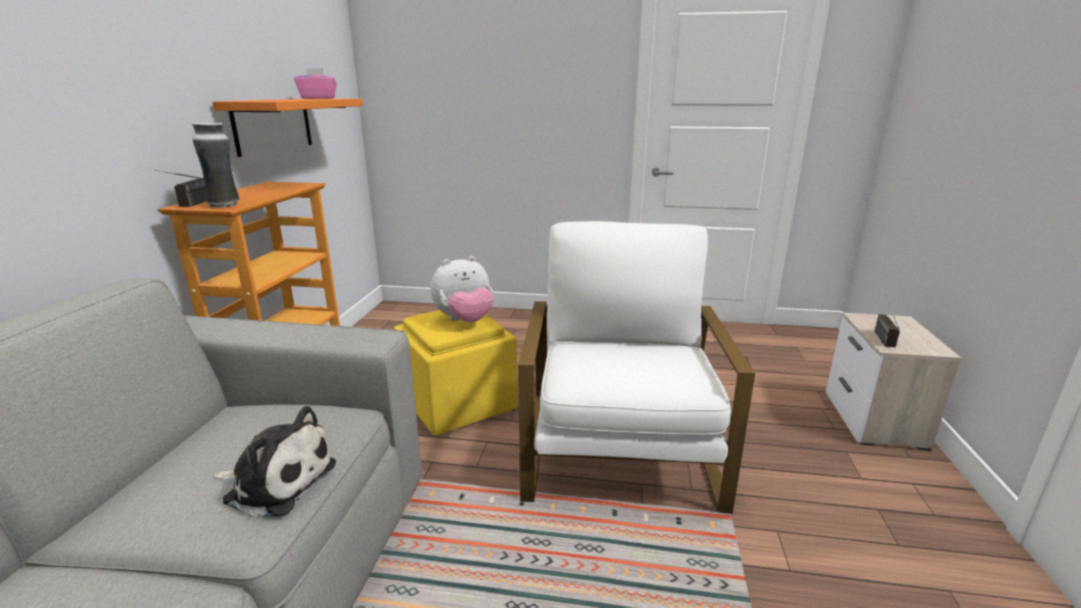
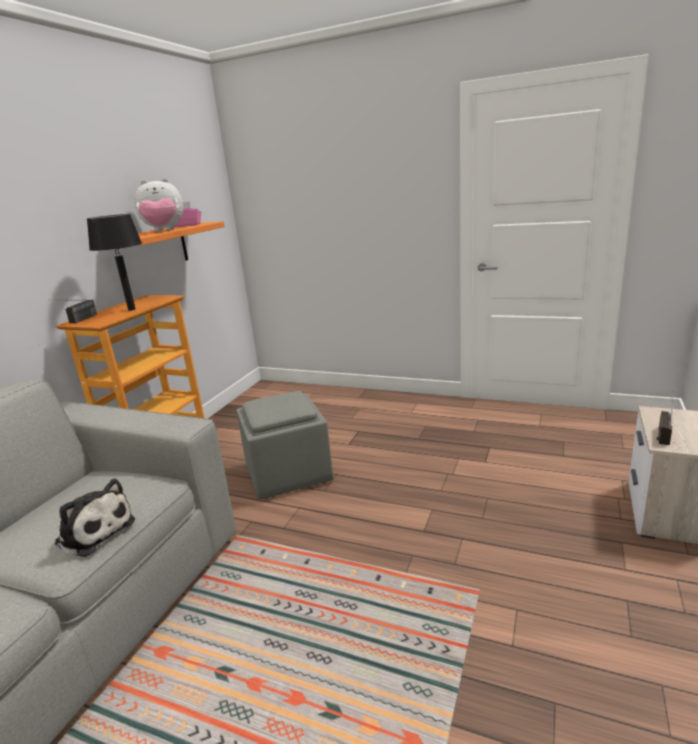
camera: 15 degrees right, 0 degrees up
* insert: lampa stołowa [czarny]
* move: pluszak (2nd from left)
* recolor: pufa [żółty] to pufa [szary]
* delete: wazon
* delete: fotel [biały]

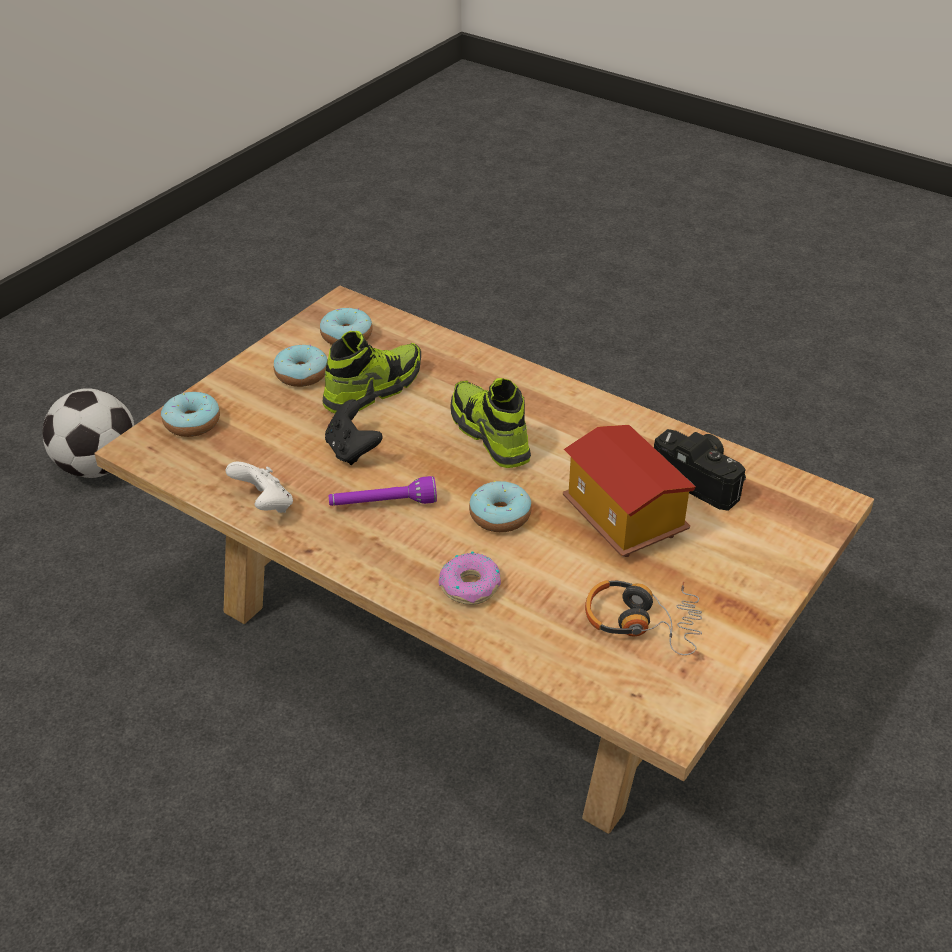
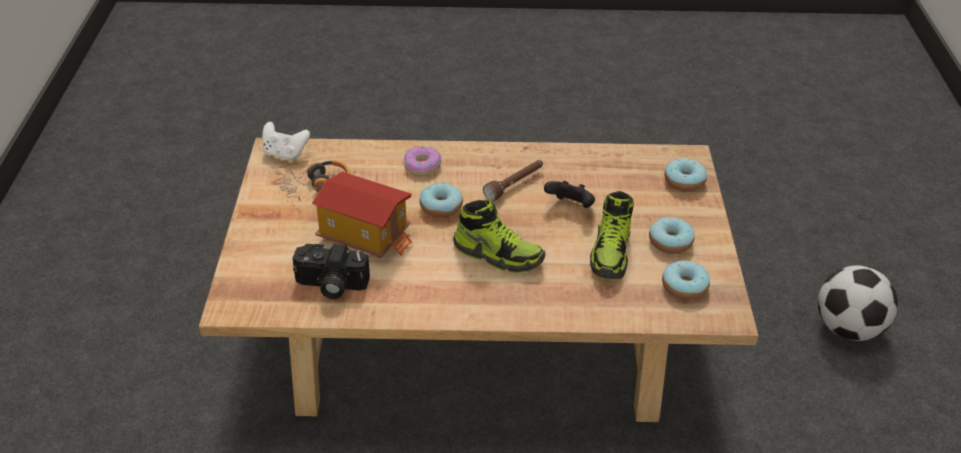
camera: 145 degrees right, 0 degrees up
* move: pad do gier [biały]
* recolor: latarka [fioletowy] to latarka [brązowy]

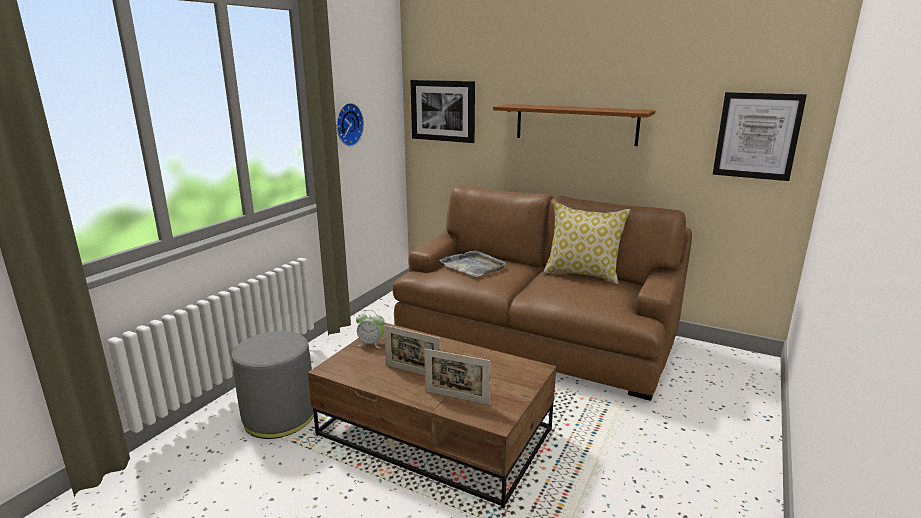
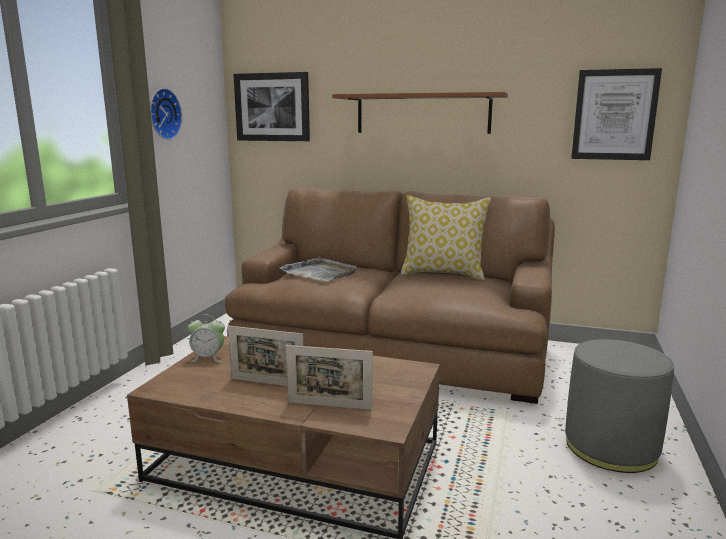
camera: 10 degrees left, 5 degrees down
* move: pufa [szary]

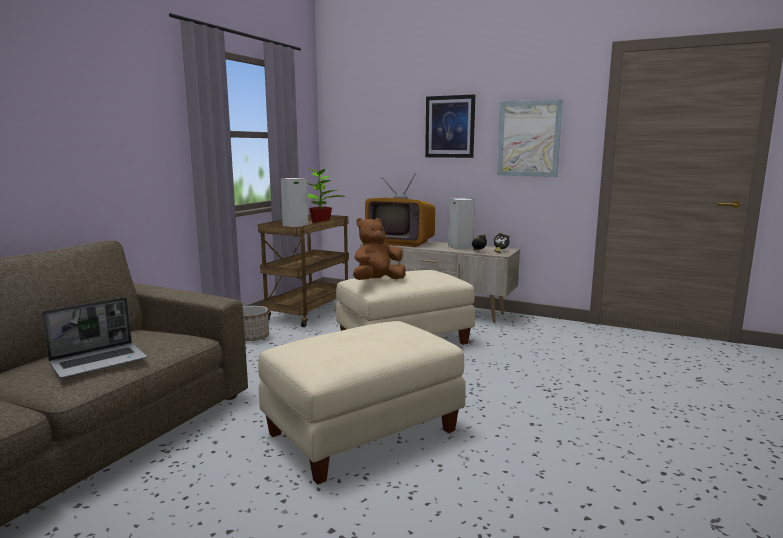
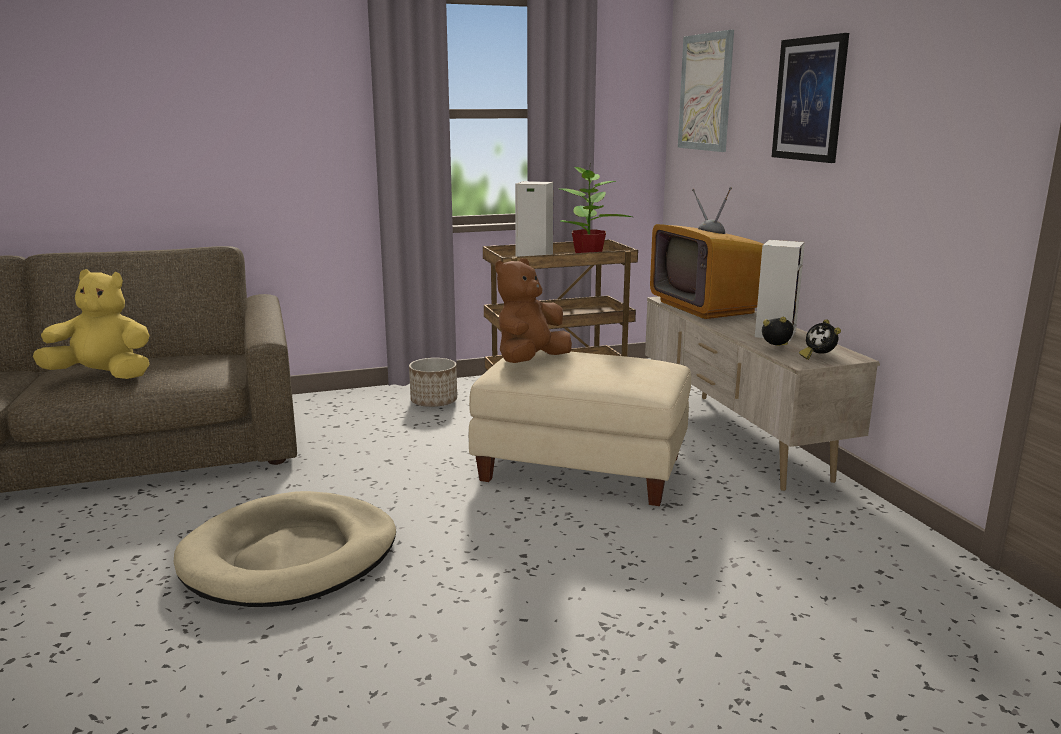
camera: 45 degrees right, 5 degrees up
* replace: laptop to pluszak [żółty]
* replace: pufa [beżowy] (1st from left) to legowisko [beżowy]
* rotate: pluszak [brązowy] 60 degrees counterclockwise
* move: obraz (2nd from left in the first image) to obraz (1st from left)

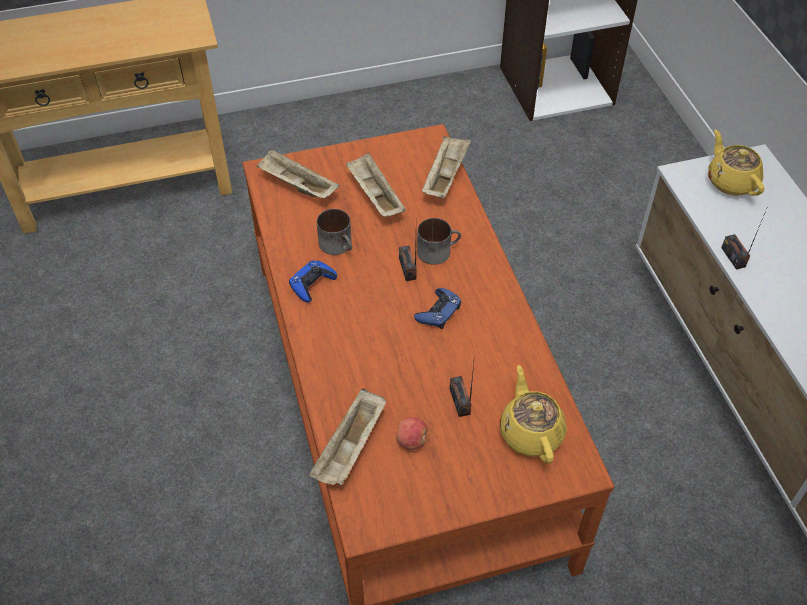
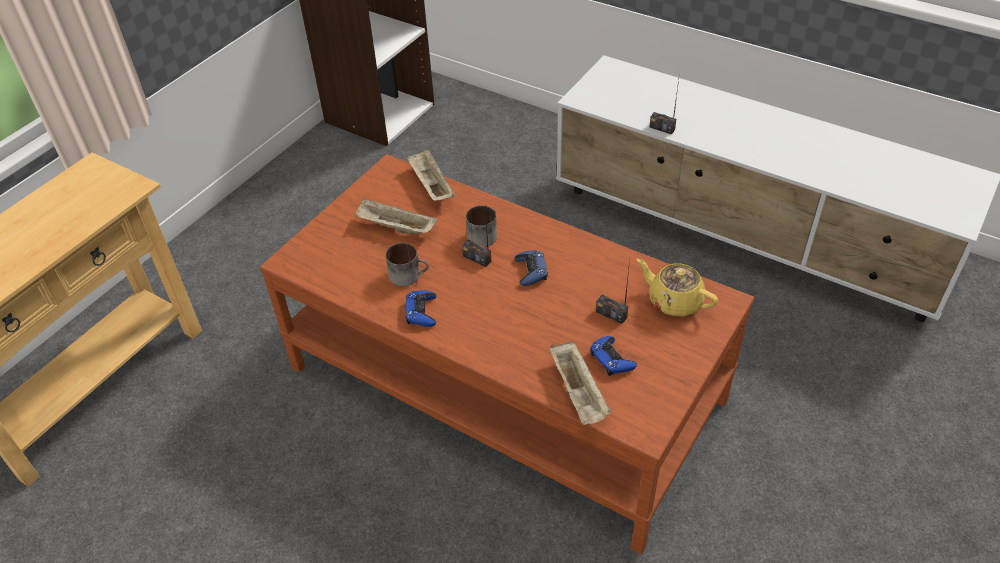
camera: 40 degrees left, 5 degrees down
* replace: jabłko to pad do gier [niebieski] (3rd from left)
* delete: taca [beżowy] (1st from left)
* delete: imbryk [żółty] (2nd from left)

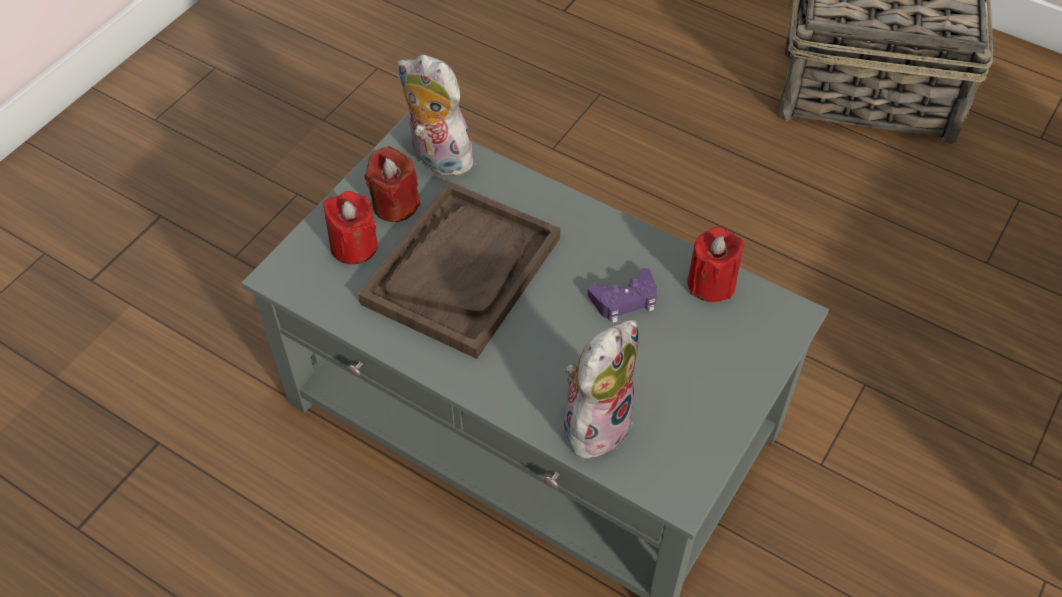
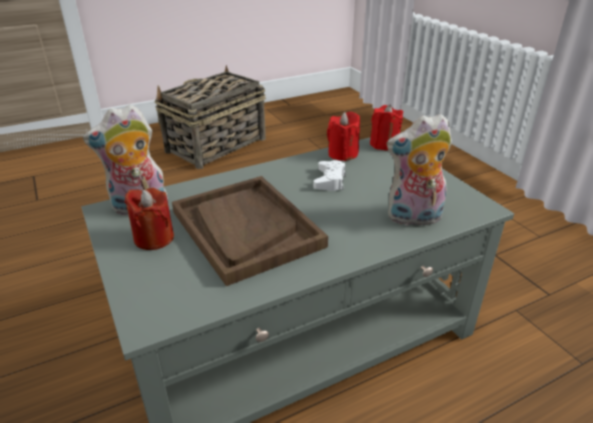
camera: 60 degrees left, 20 degrees down
* recolor: pad do gier [fioletowy] to pad do gier [biały]
* move: świeca [czerwony] (1st from left in the first image) to świeca [czerwony] (3rd from left)
* rotate: pluszak (2nd from left) 75 degrees counterclockwise

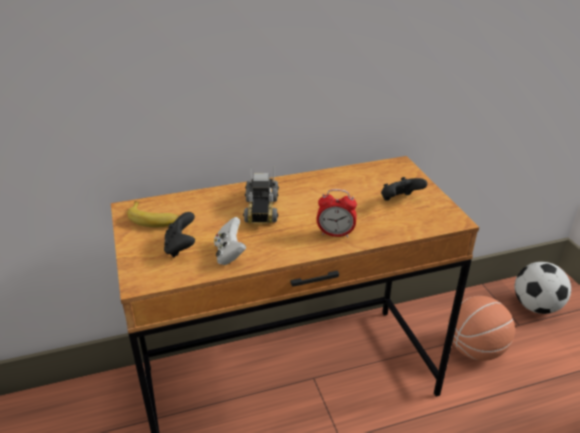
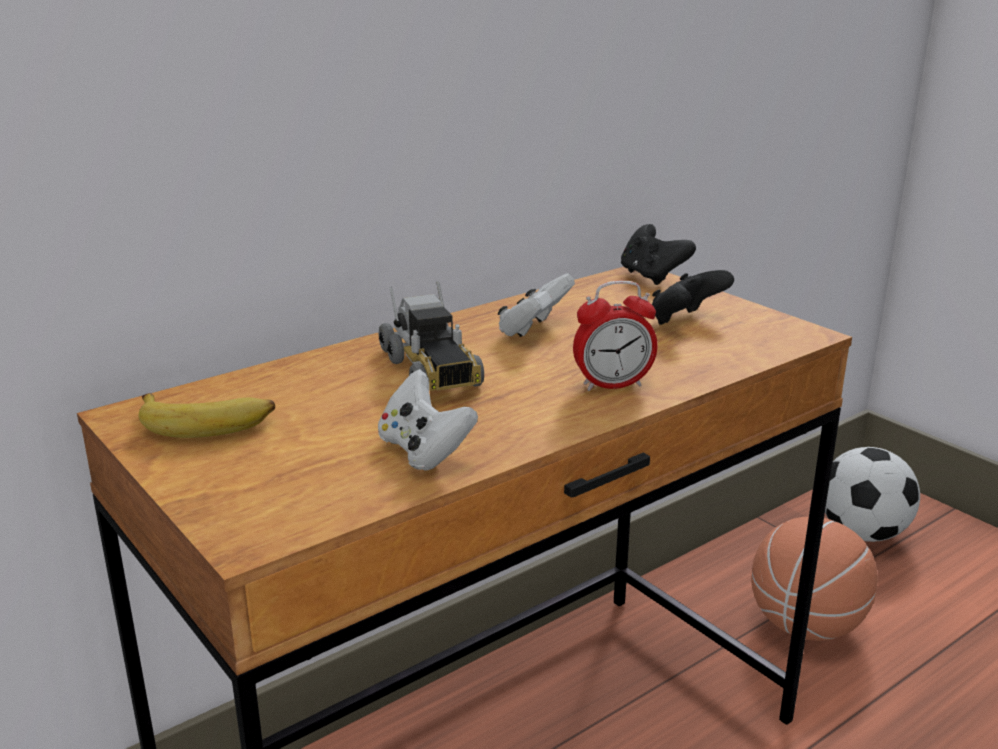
camera: 20 degrees left, 10 degrees down
* insert: pad do gier [biały] (2nd from left)
* move: pad do gier [czarny] (1st from left)

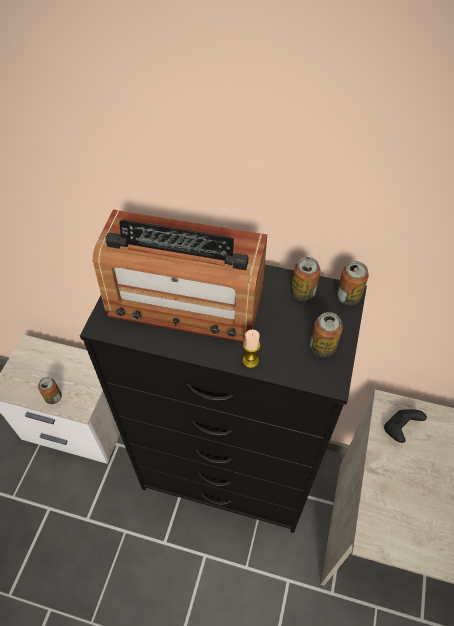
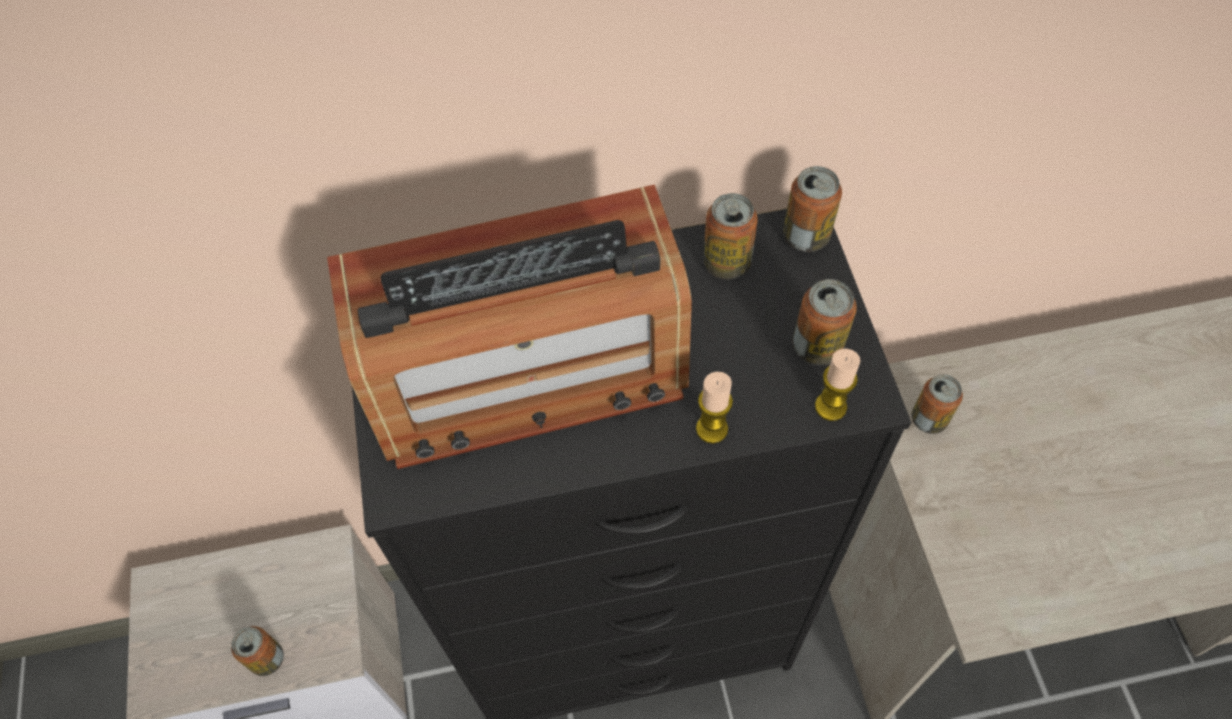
camera: 25 degrees left, 5 degrees up
* insert: świeca (2nd from left)
* replace: pad do gier [czarny] to puszka (5th from left)

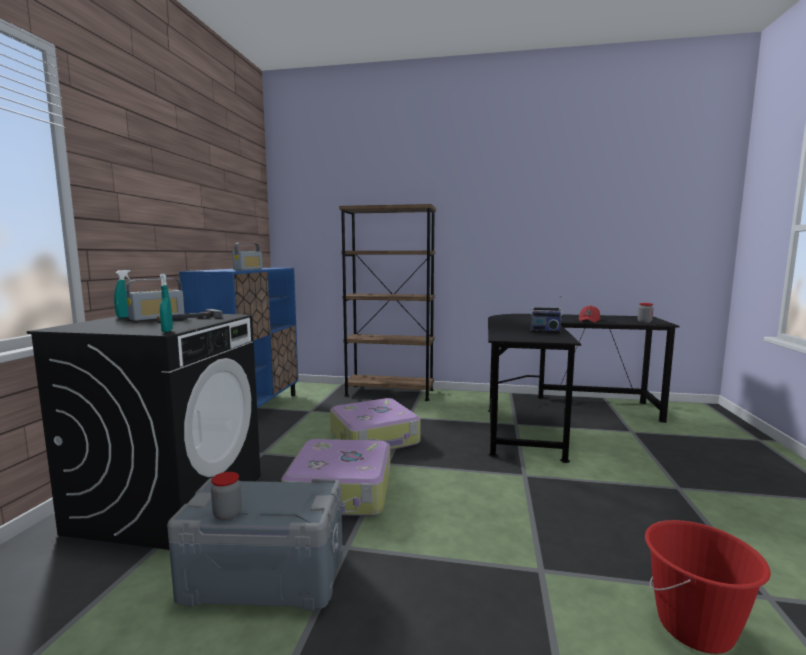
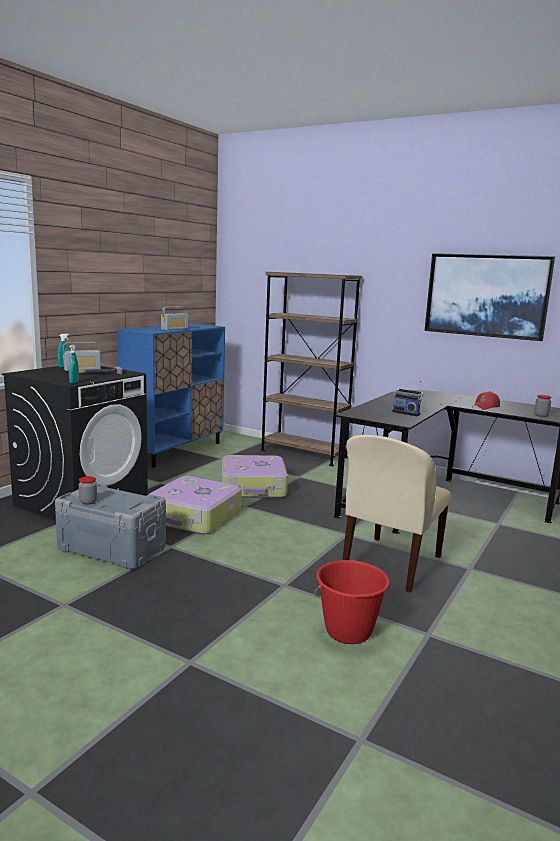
camera: 20 degrees right, 5 degrees up
* insert: krzesło [beżowy]
* insert: obraz

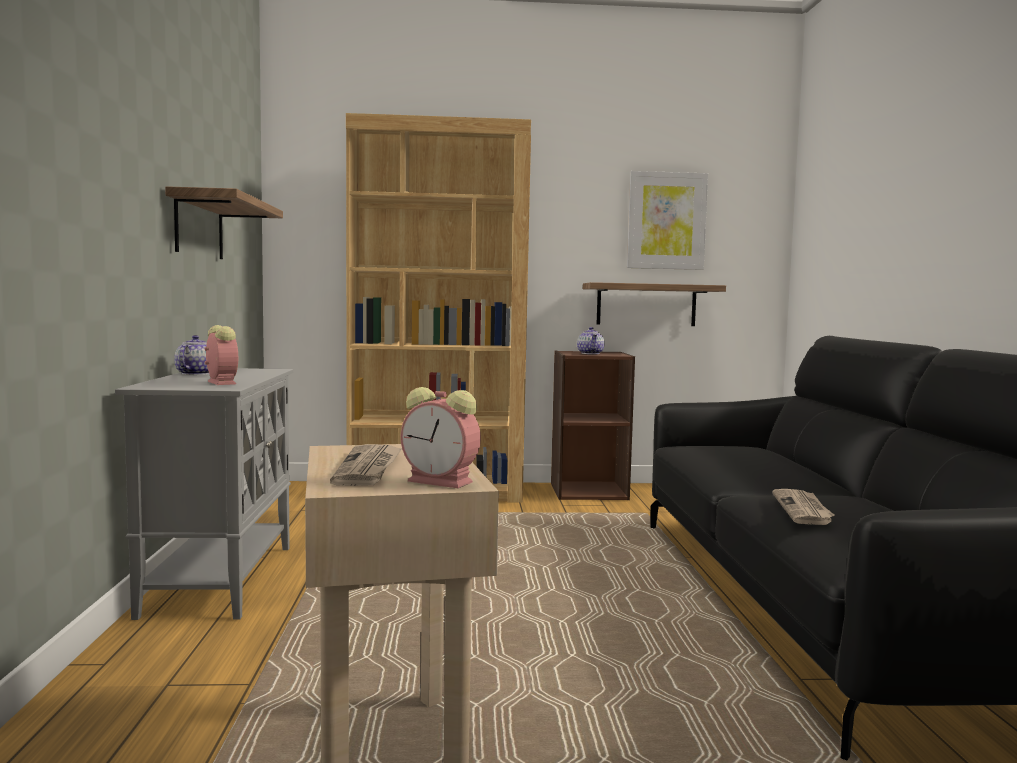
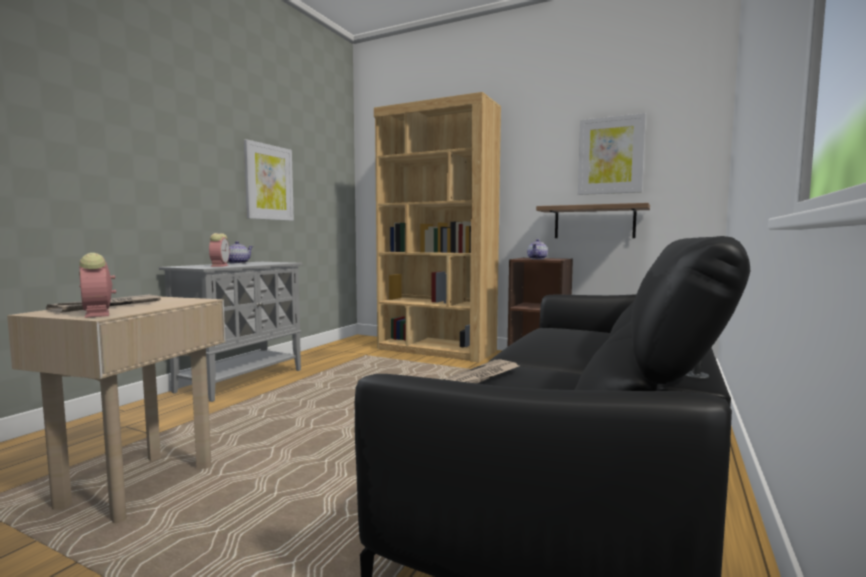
camera: 30 degrees right, 0 degrees up
* replace: półka (1st from left) to obraz (1st from left)

